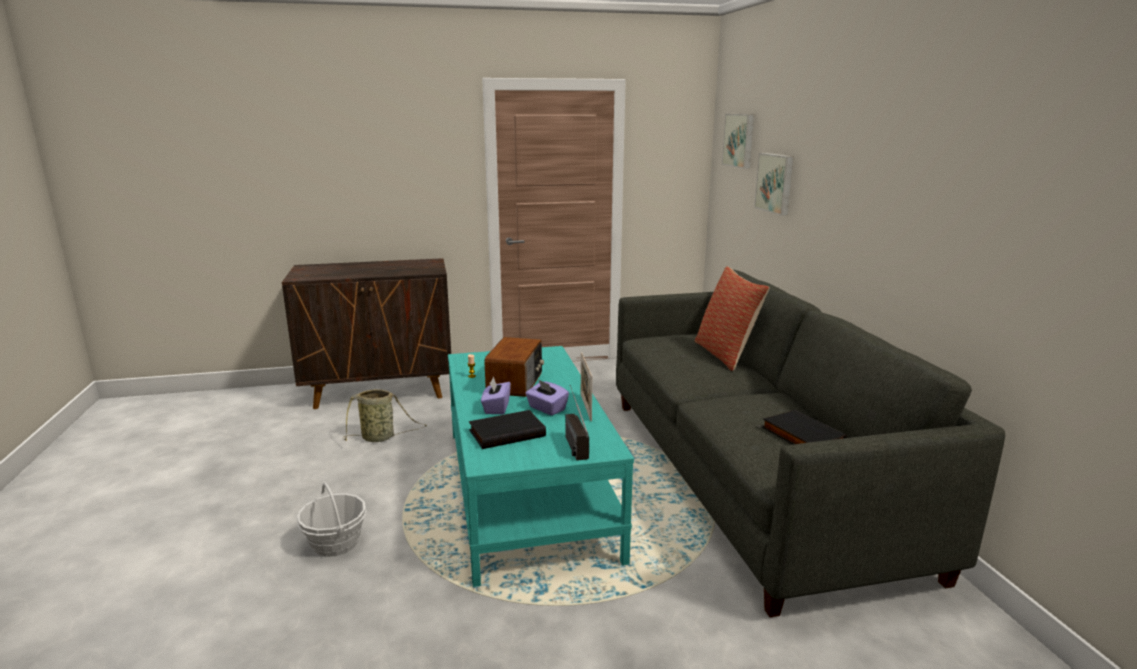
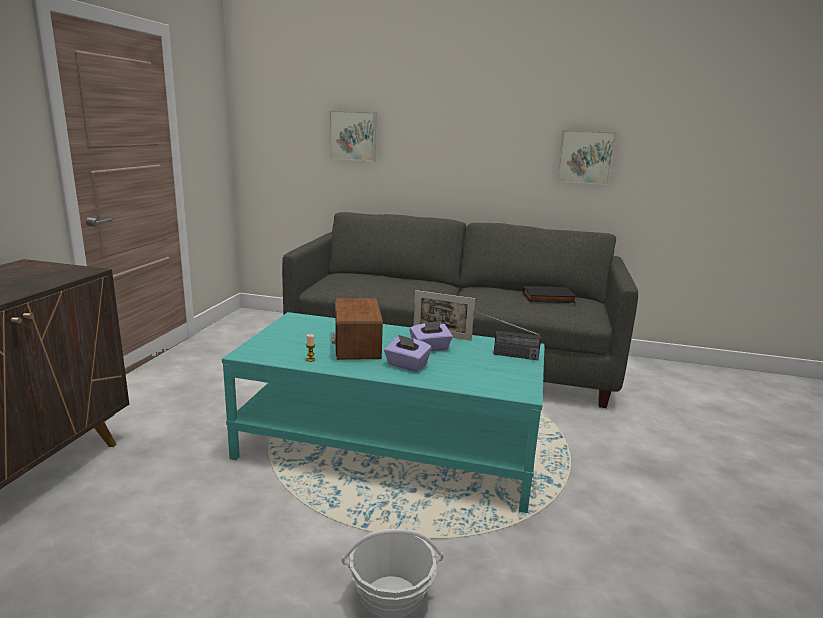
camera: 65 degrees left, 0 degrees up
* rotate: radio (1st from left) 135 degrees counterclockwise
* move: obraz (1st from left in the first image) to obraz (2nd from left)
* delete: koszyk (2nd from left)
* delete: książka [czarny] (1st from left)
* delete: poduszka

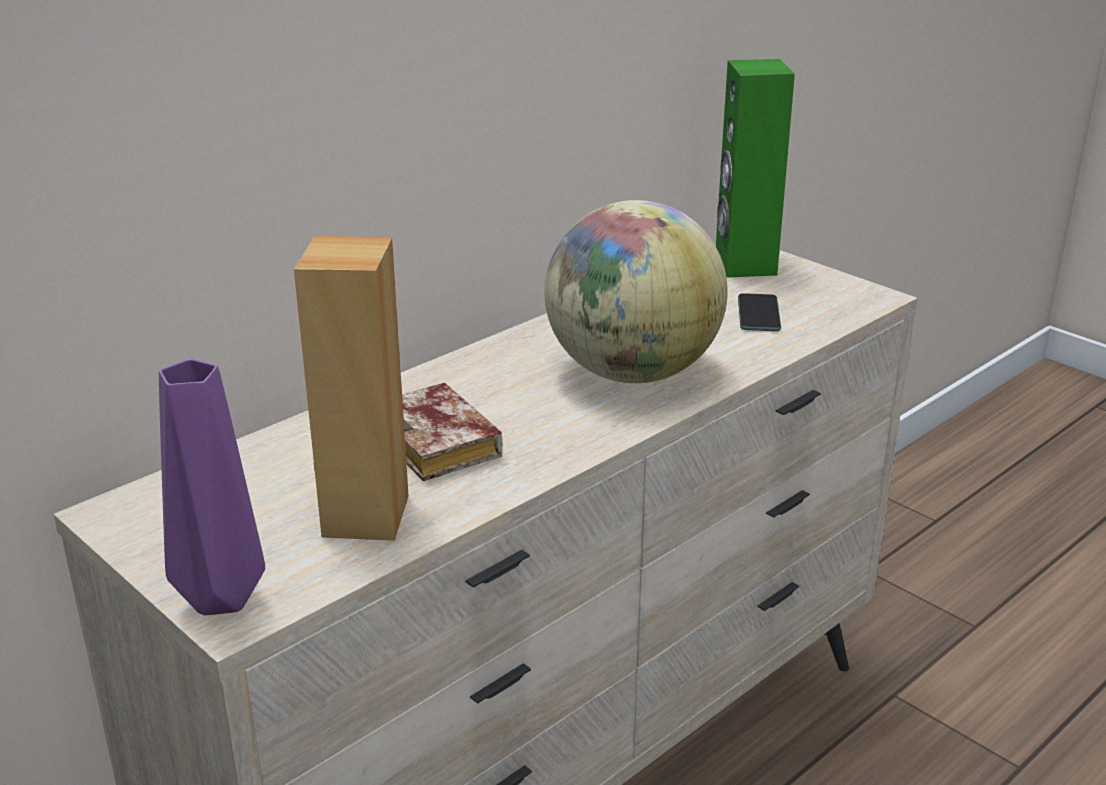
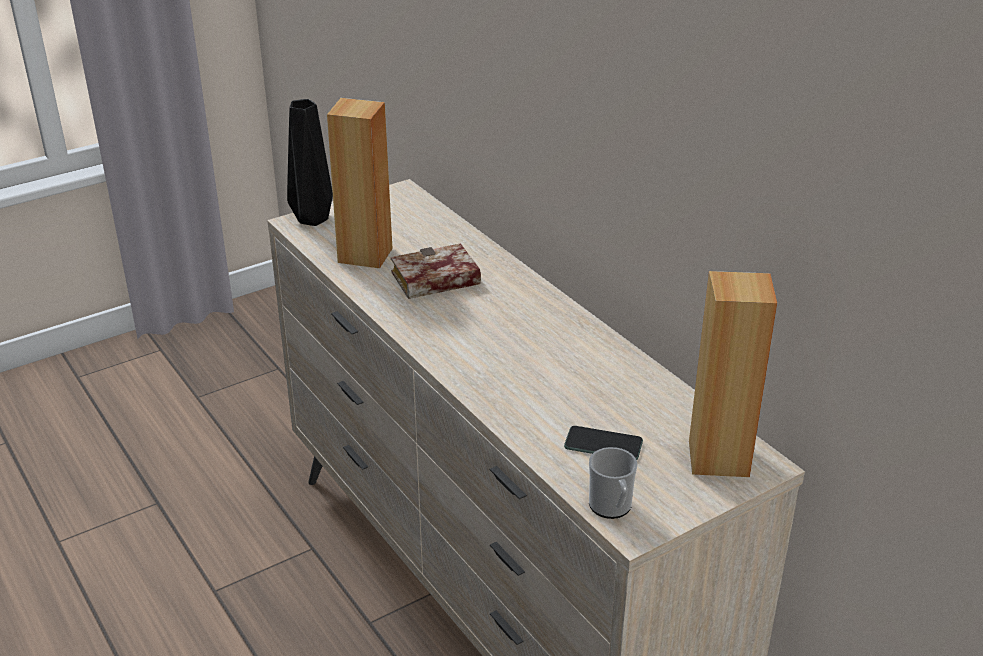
camera: 100 degrees right, 5 degrees up
* recolor: wazon [fioletowy] to wazon [czarny]
* insert: kubek
* recolor: głośnik [zielony] to głośnik [brązowy] (2nd from left)
* delete: globus

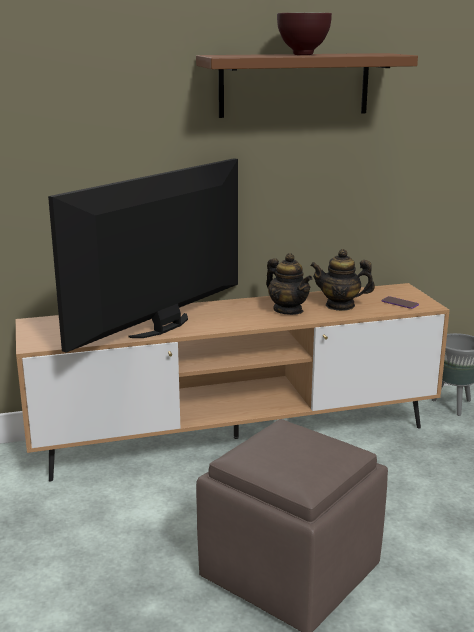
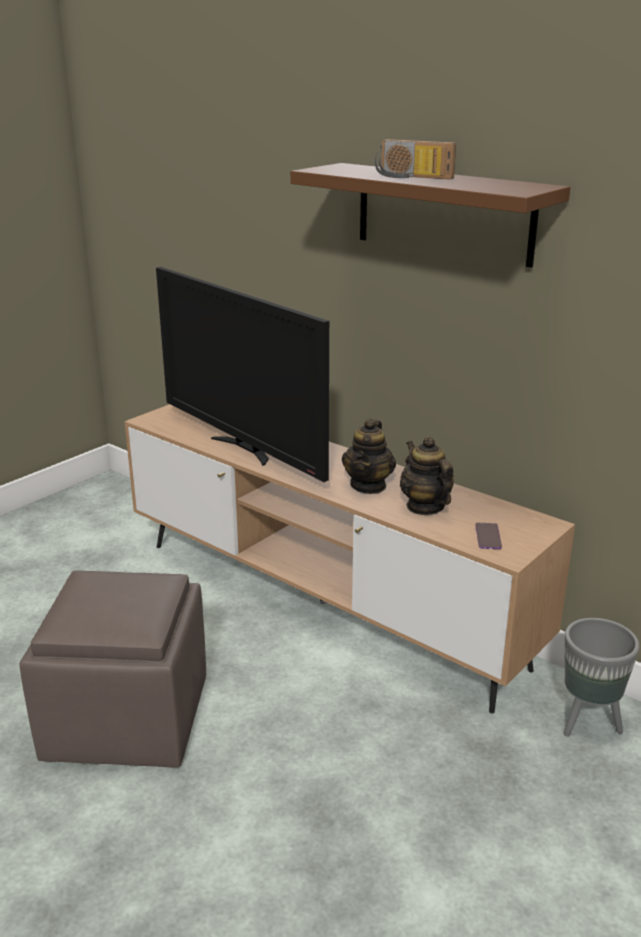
camera: 55 degrees right, 5 degrees up
* rotate: telewizor 135 degrees counterclockwise
* replace: miska [brązowy] to radio

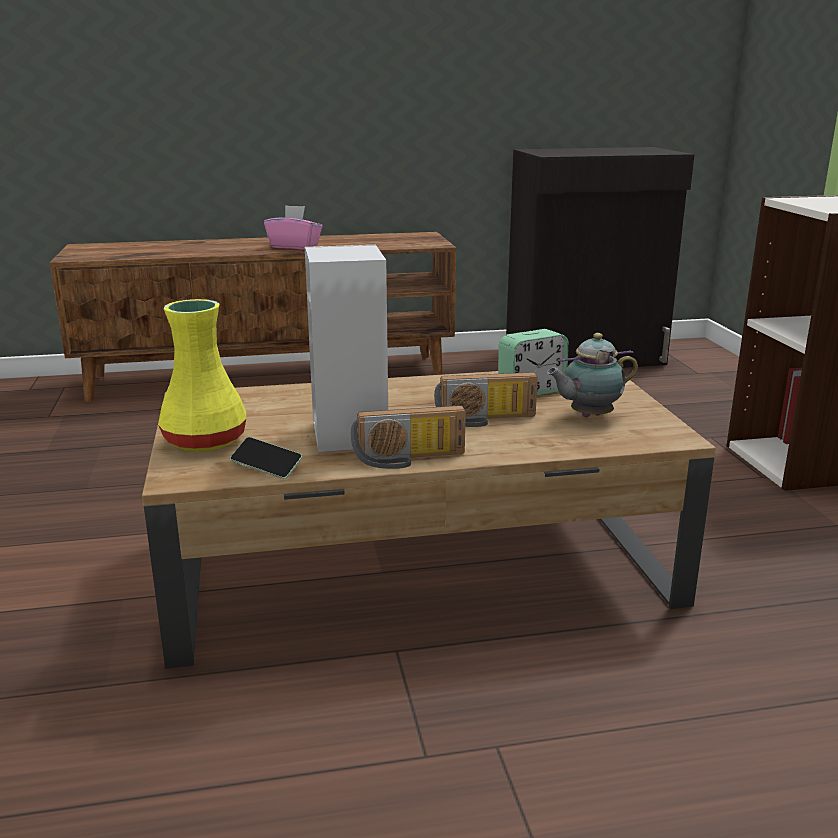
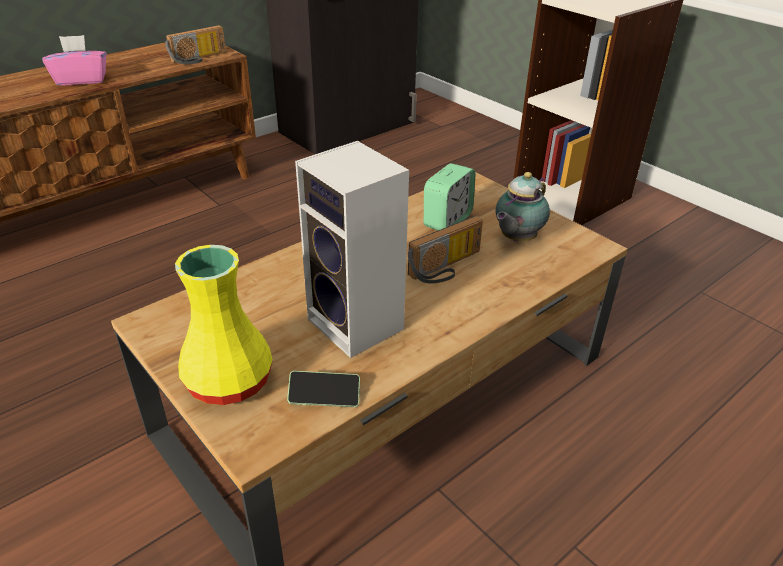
camera: 30 degrees left, 15 degrees up
* move: radio (1st from left)

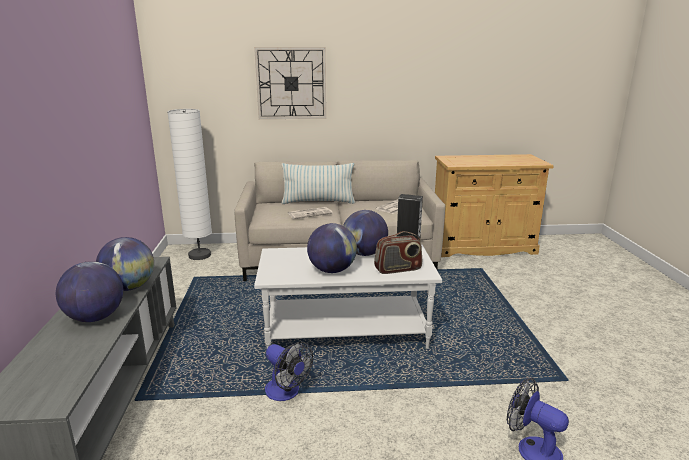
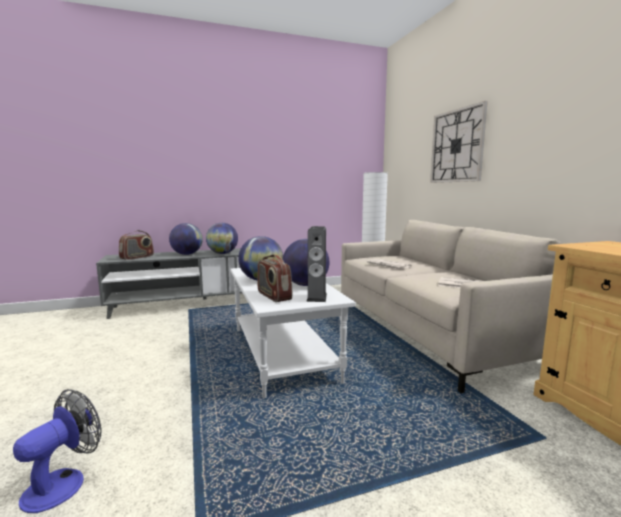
camera: 75 degrees right, 10 degrees down
* insert: radio (1st from left)
* delete: wentylator (1st from left)
* delete: poduszka

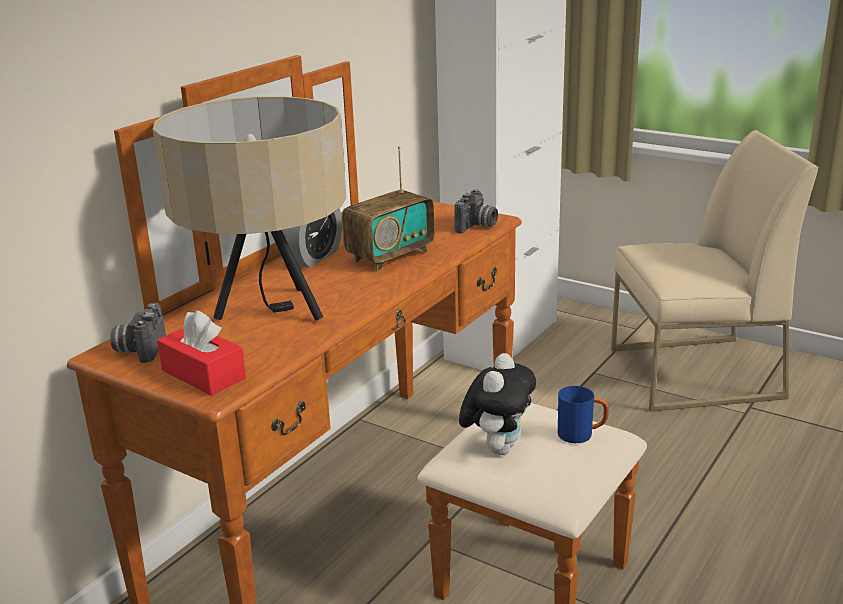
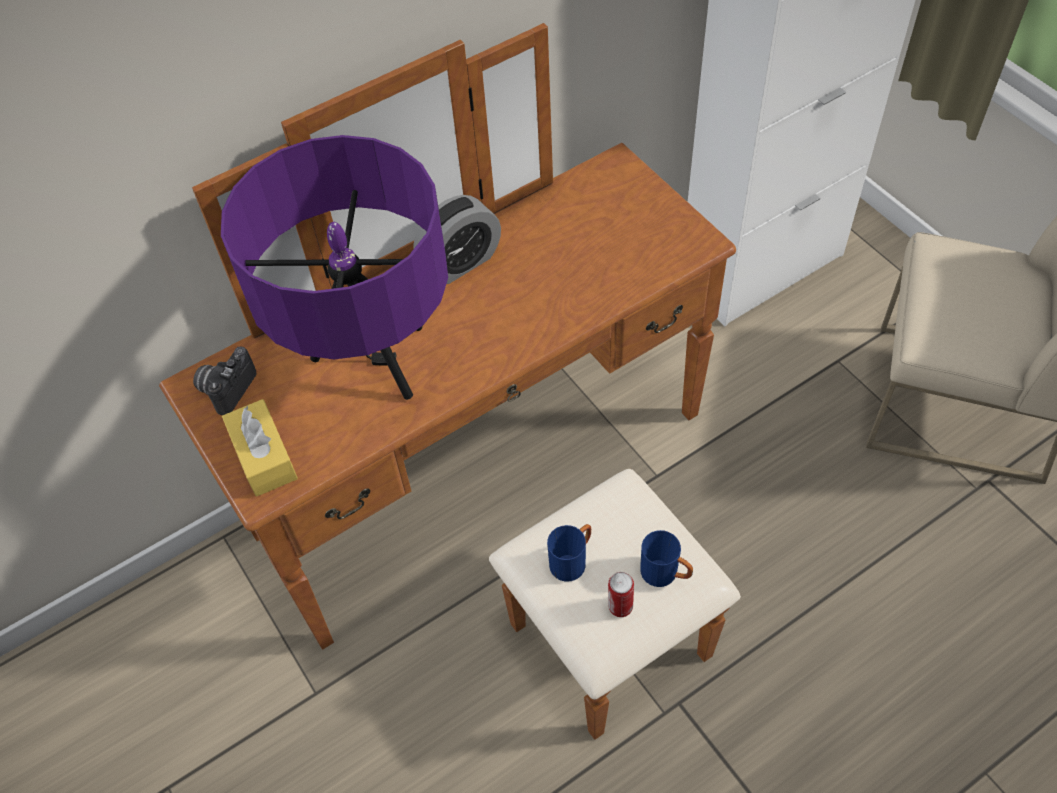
camera: 25 degrees right, 30 degrees up
* recolor: lampa stołowa [beżowy] to lampa stołowa [fioletowy]
* recolor: pudełko chusteczek [czerwony] to pudełko chusteczek [żółty]
* replace: pluszak to kubek [niebieski] (1st from left)
* insert: puszka
* delete: radio
* delete: aparat fotograficzny (2nd from left)

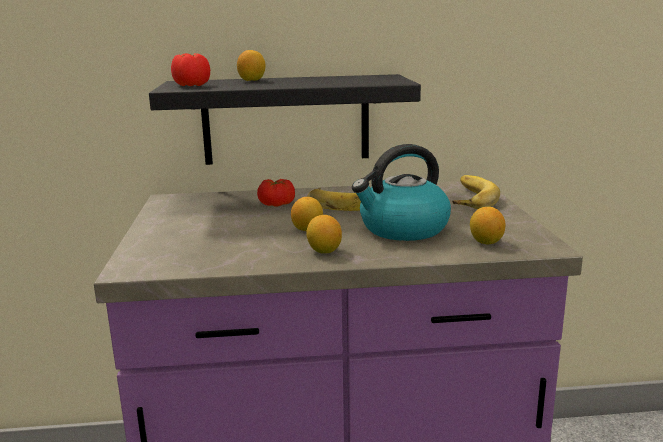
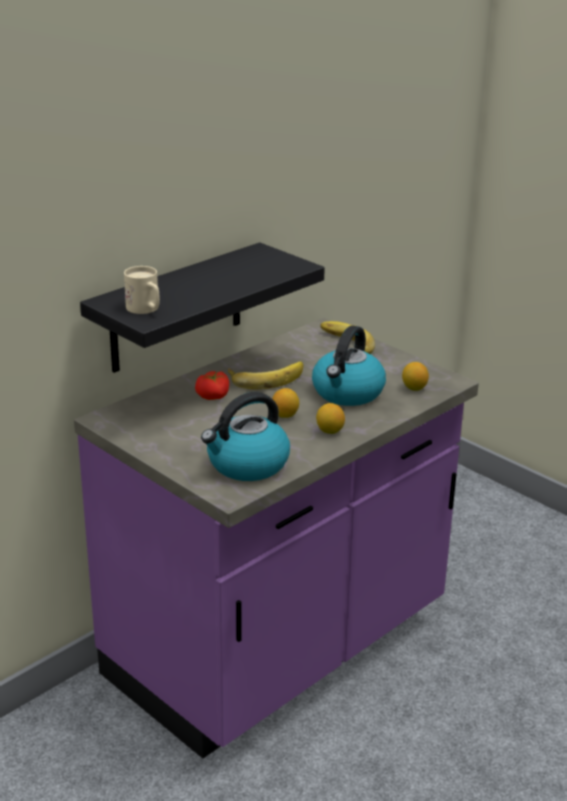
camera: 40 degrees left, 10 degrees up
* replace: pomidor (1st from left) to kubek [beżowy]
* insert: czajnik (1st from left)
* delete: cytryna (1st from left)

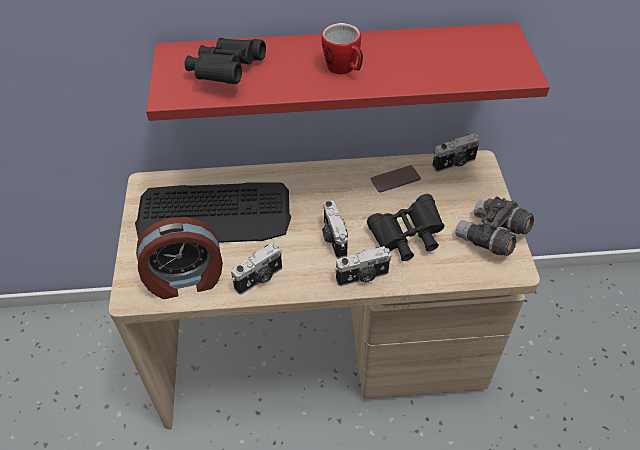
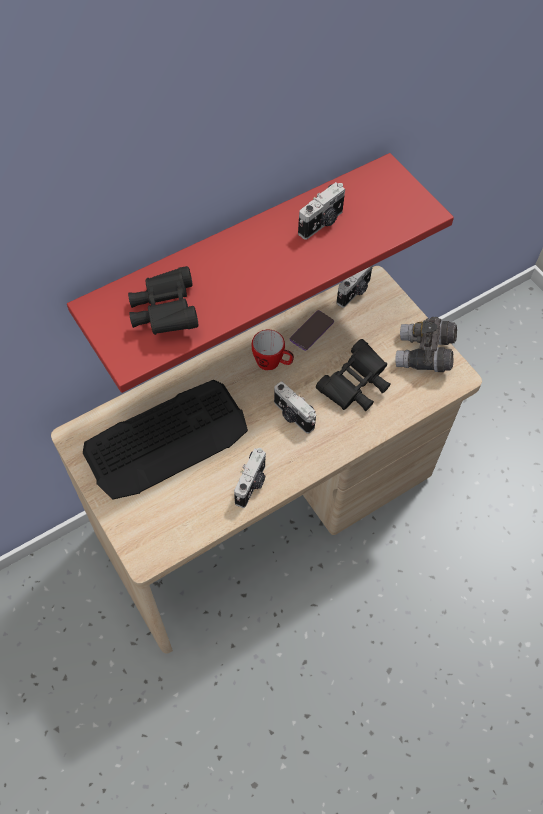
camera: 30 degrees left, 10 degrees up
* move: kubek
* move: aparat fotograficzny (3rd from left)
* delete: budzik

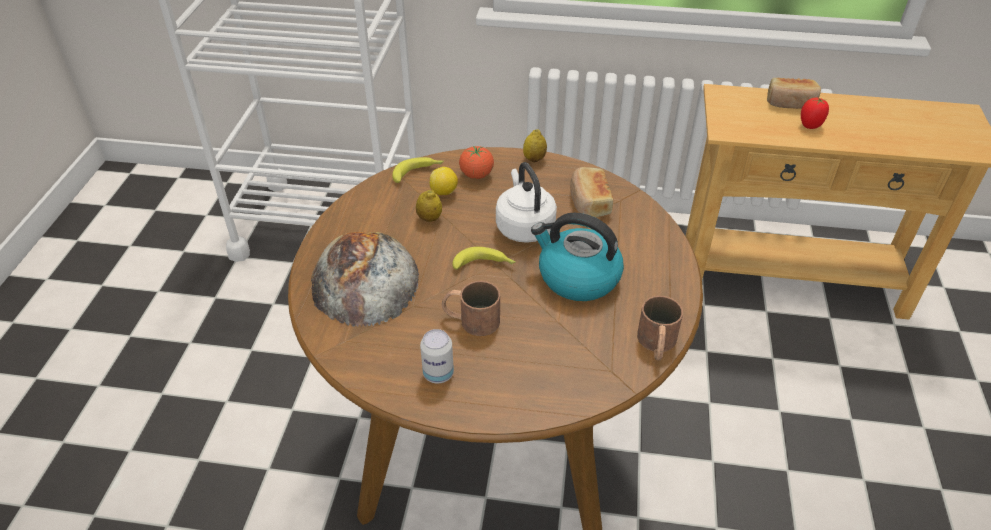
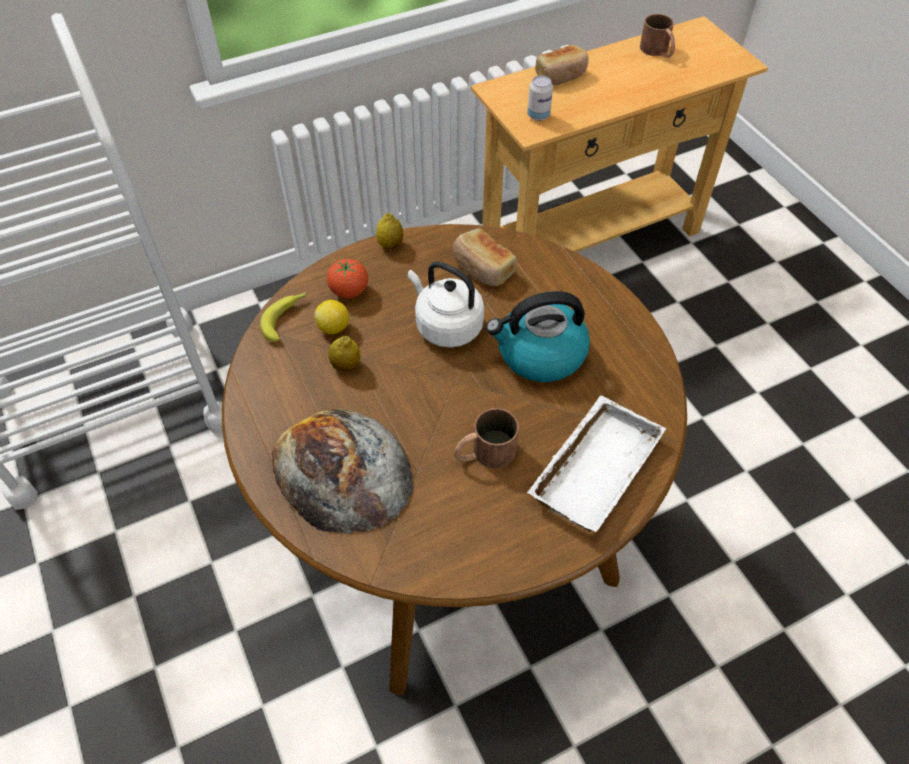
camera: 35 degrees left, 10 degrees up
* move: puszka
* insert: taca [biały]
* move: kubek [brązowy] (2nd from left)
* delete: banan (2nd from left)
* delete: pomidor (2nd from left)

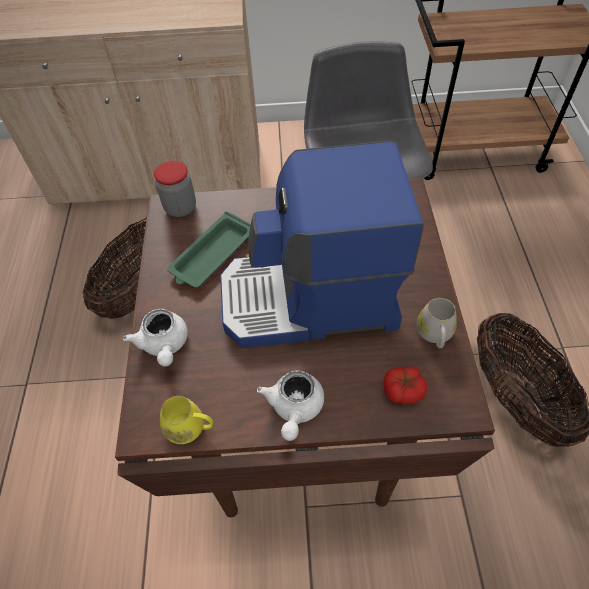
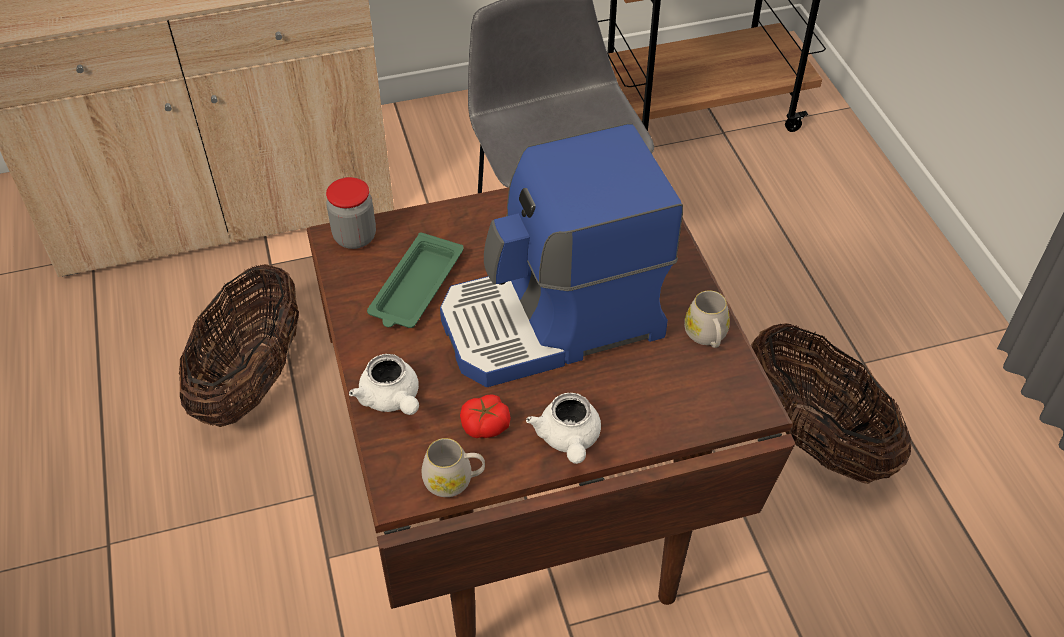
camera: 15 degrees left, 5 degrees down
* recolor: kubek [żółty] to kubek [biały] (1st from left)
* move: pomidor

